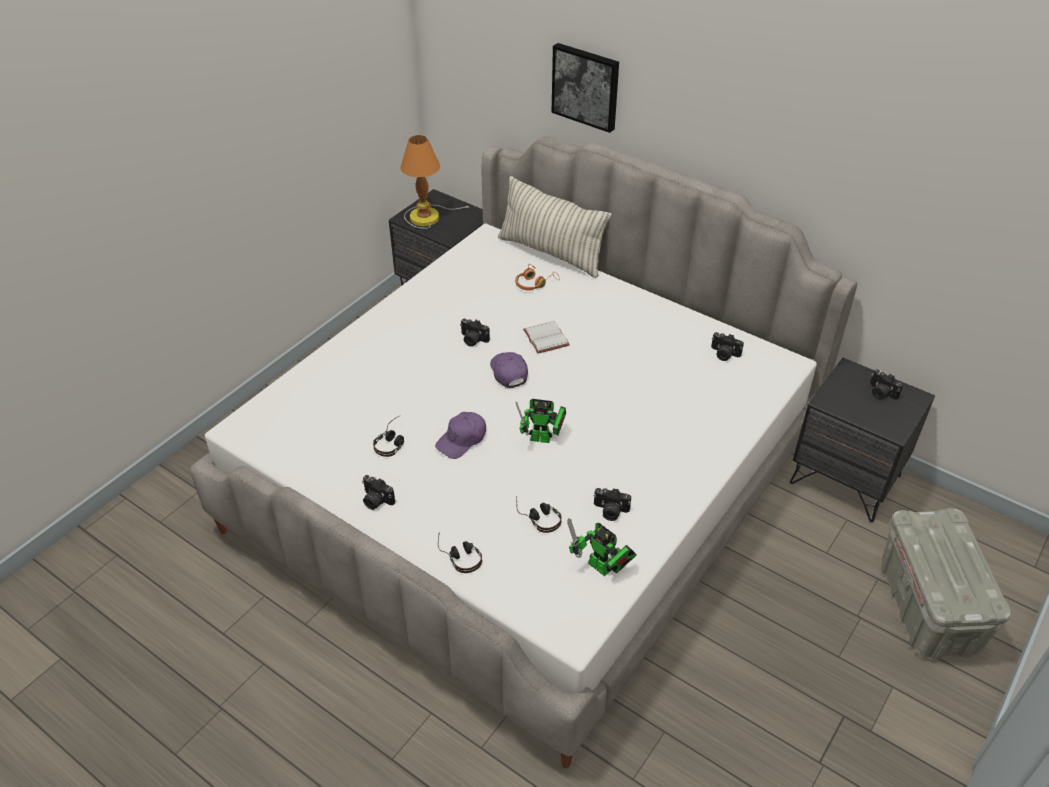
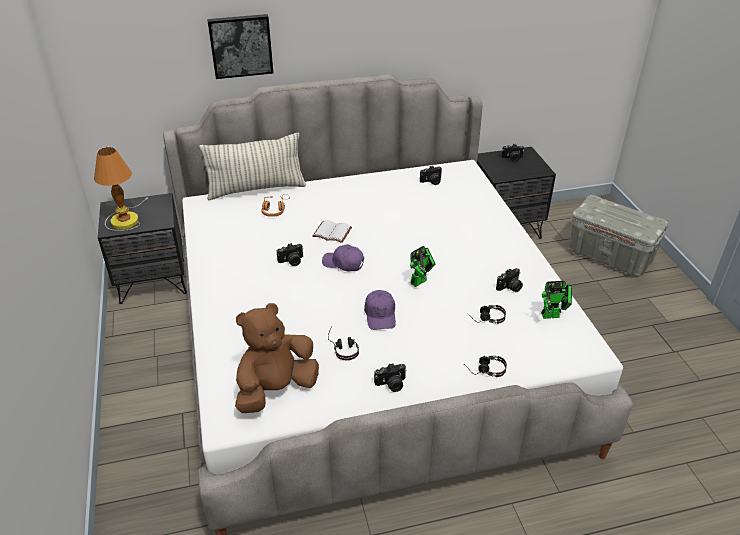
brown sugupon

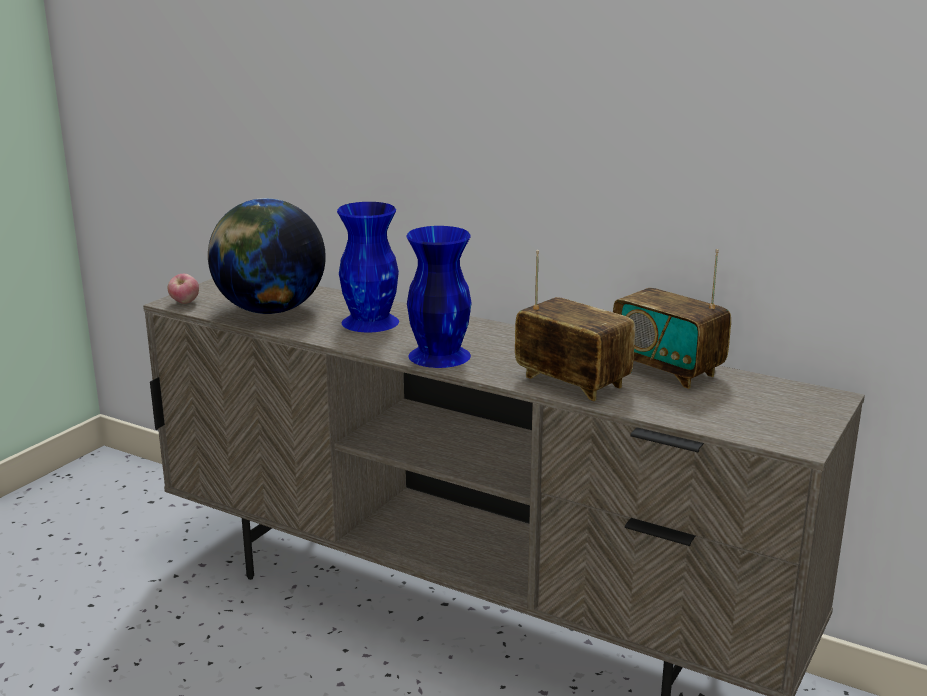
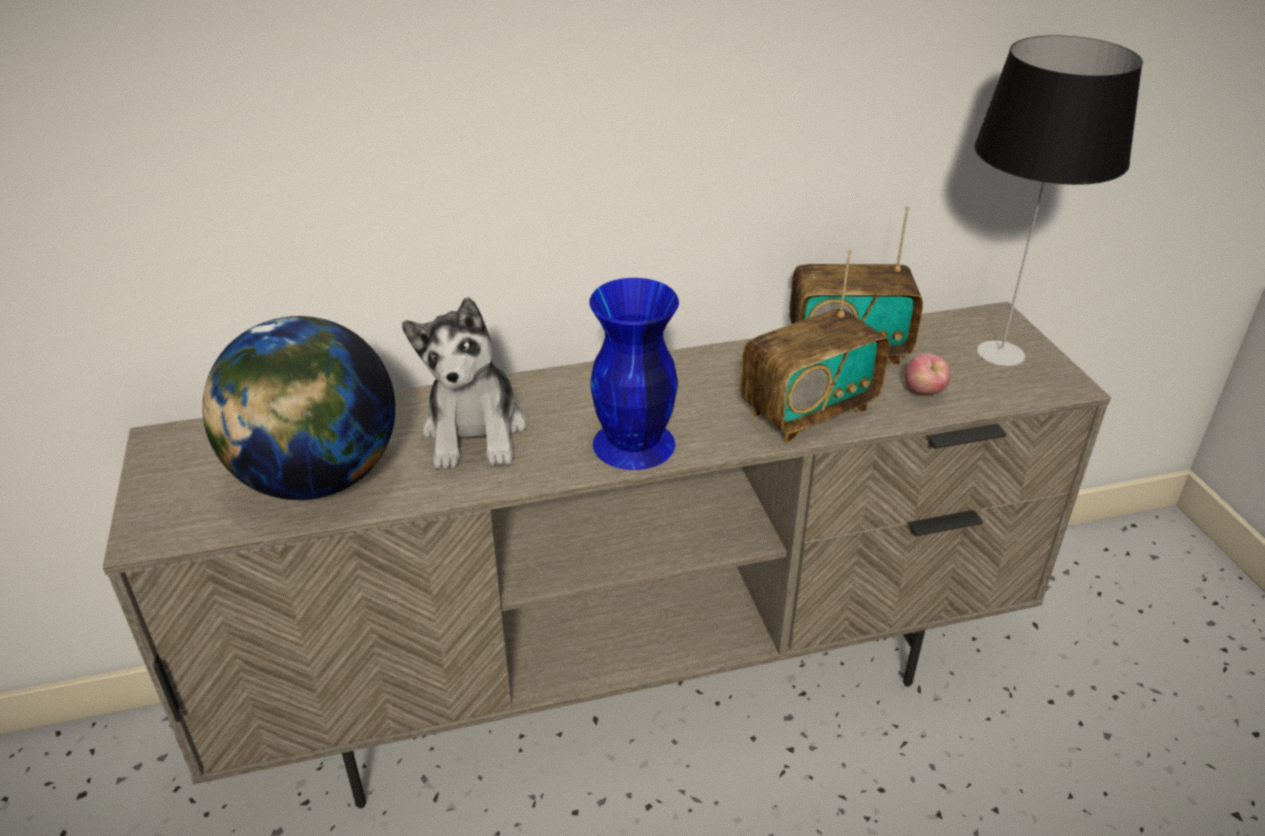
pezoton; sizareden; sugupon; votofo (no. 1 from left)

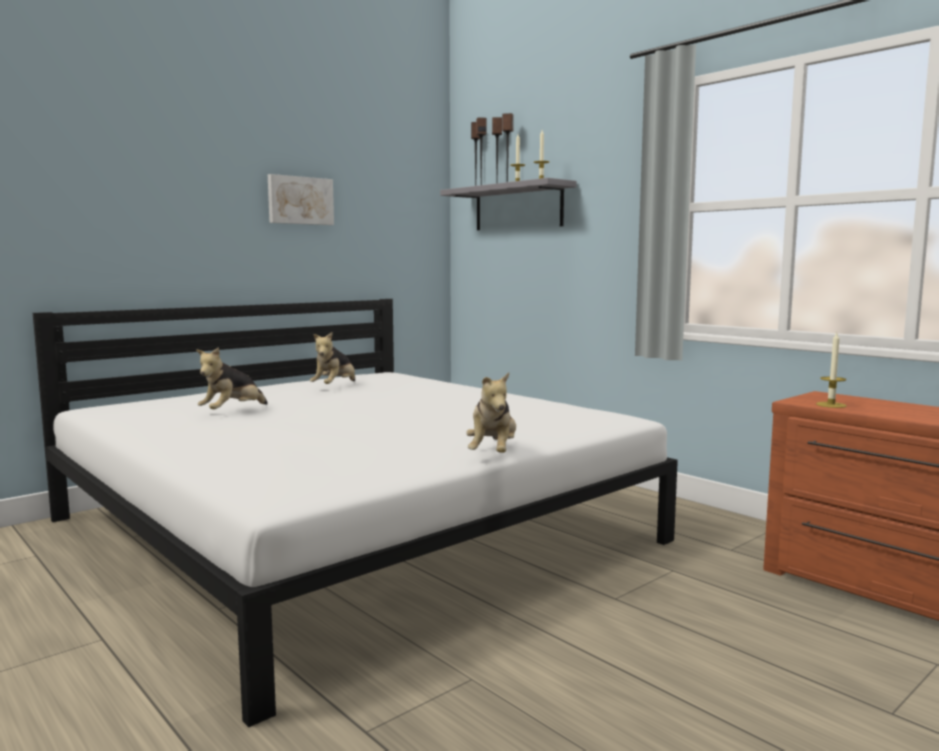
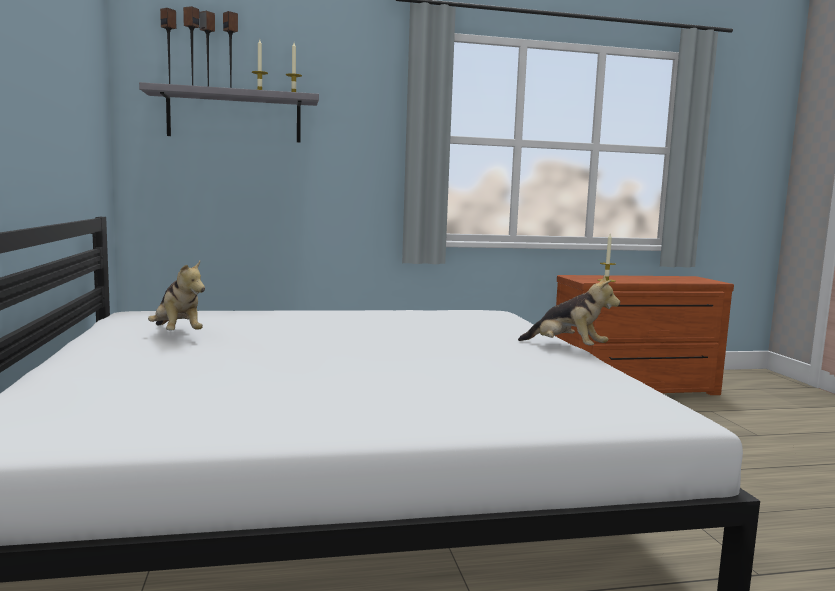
sugupon (no. 1 from left in the first image); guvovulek

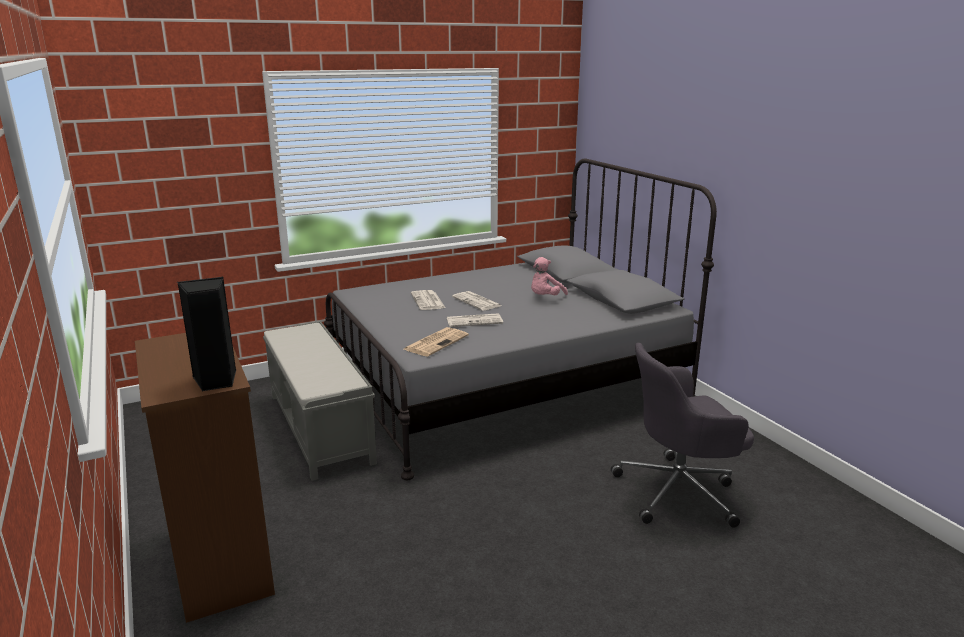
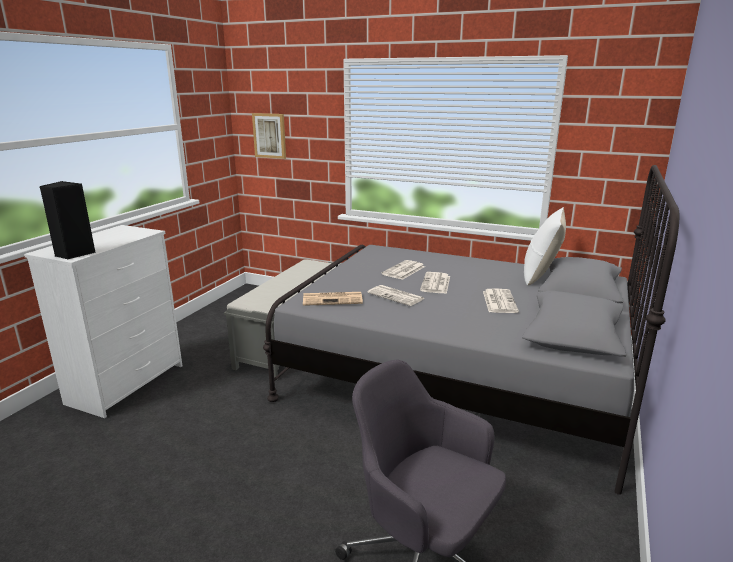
guvovulek; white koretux; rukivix (no. 5 from left); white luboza

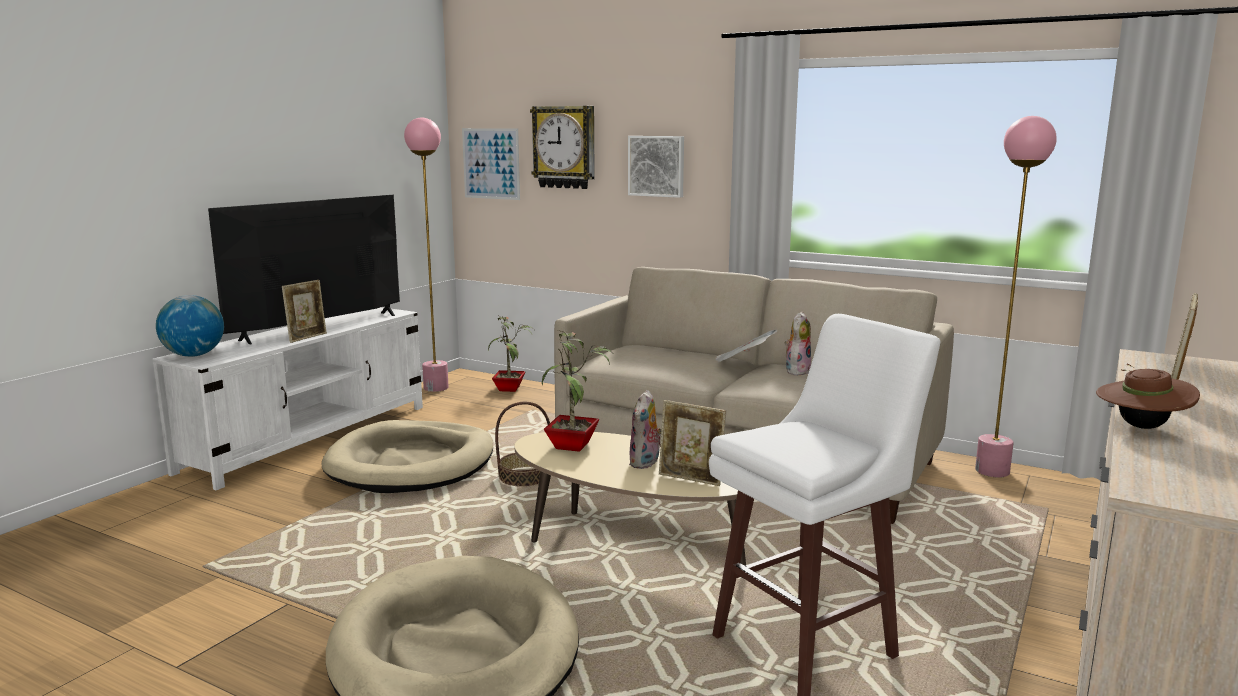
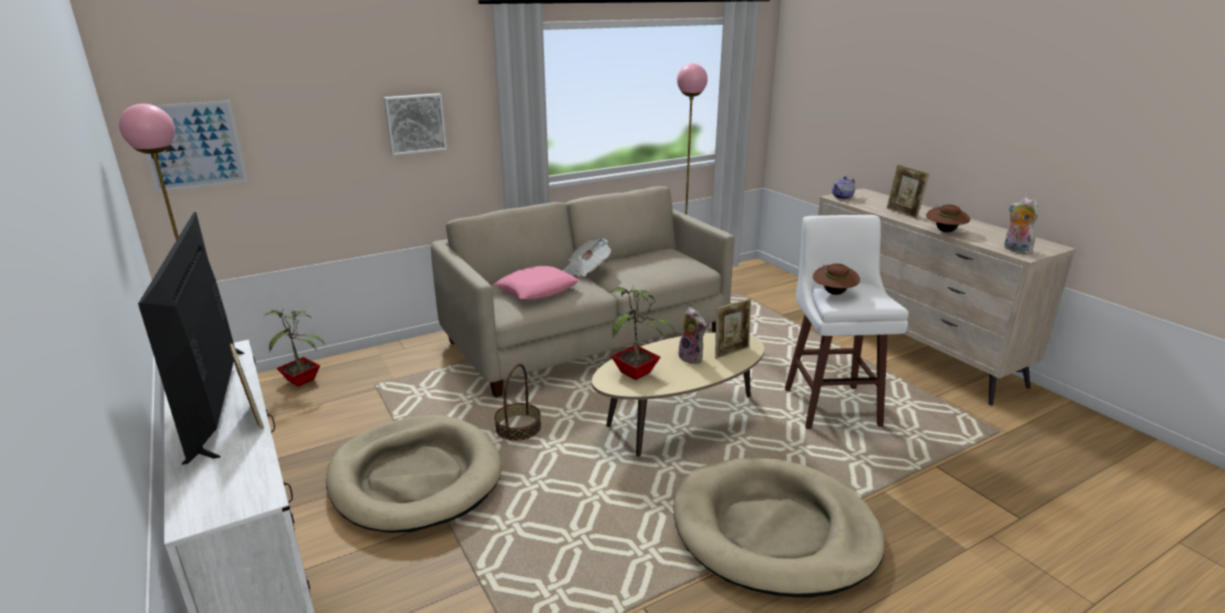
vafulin; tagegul; pink koretux; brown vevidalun (no. 1 from left); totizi; sugupon (no. 2 from left)

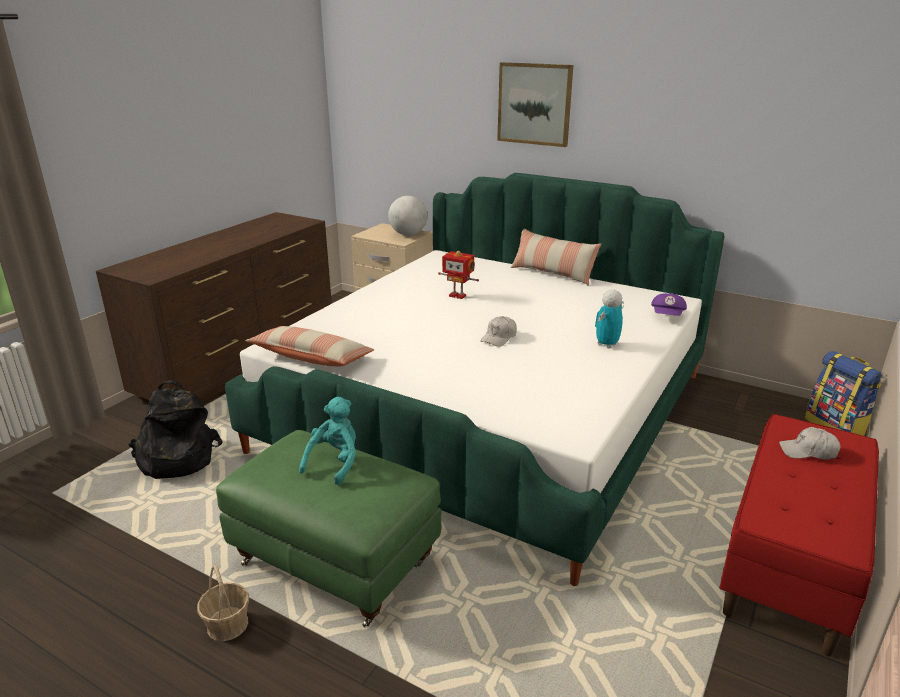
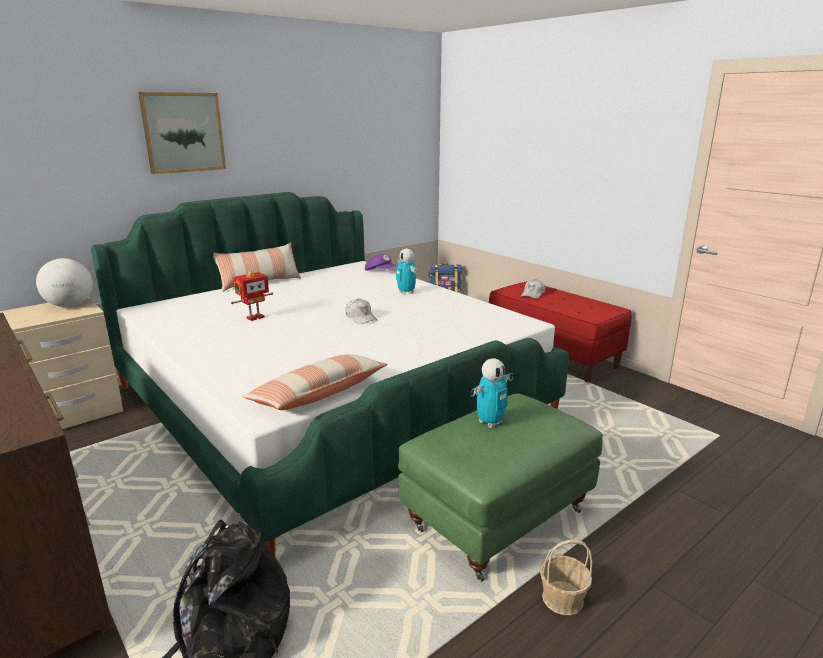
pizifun (no. 3 from left)

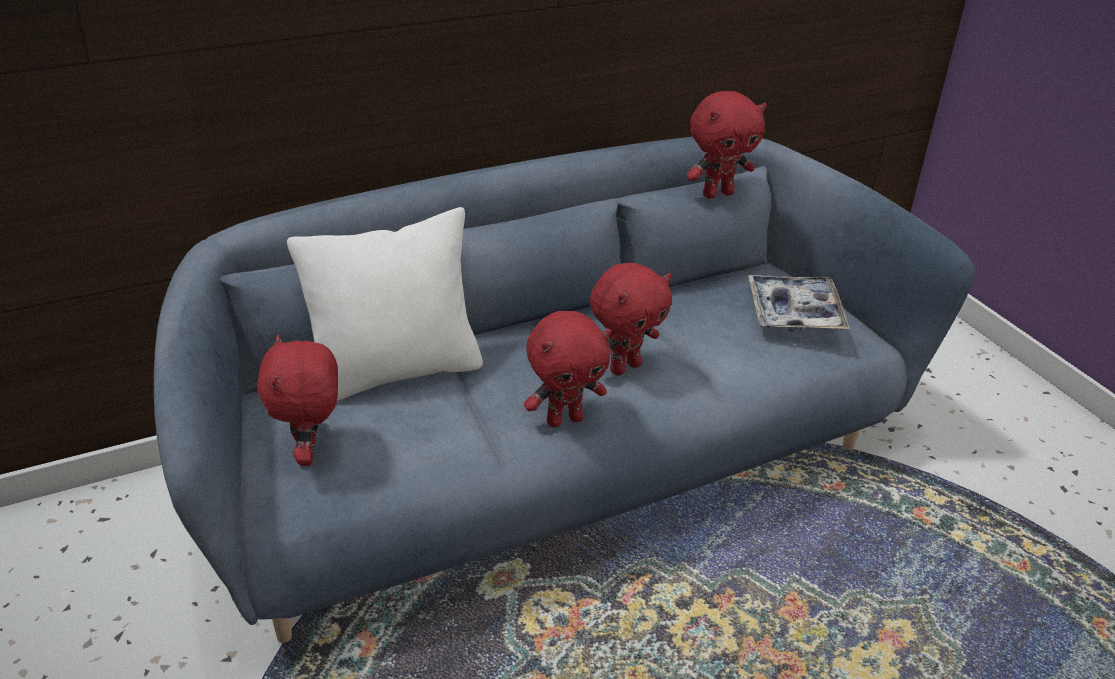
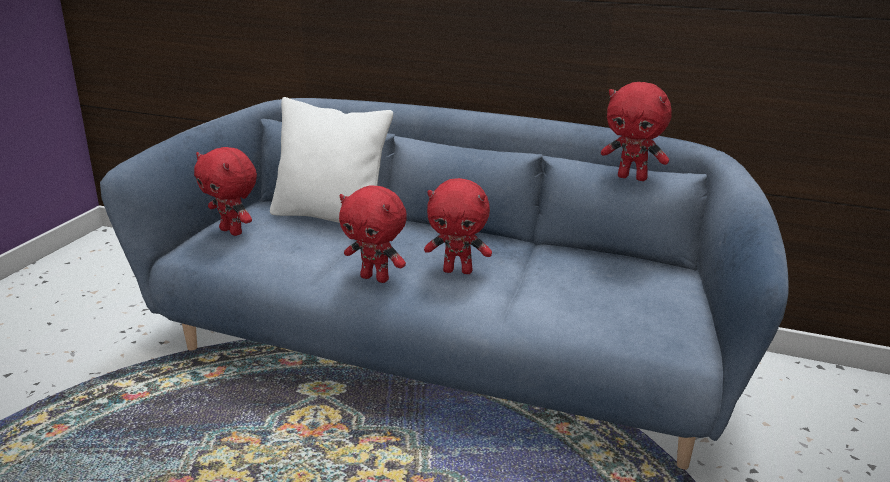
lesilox; red sugupon (no. 1 from left)

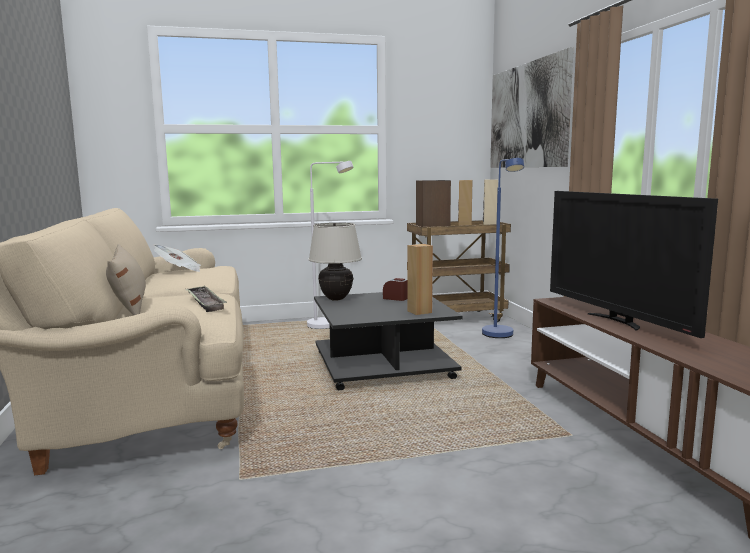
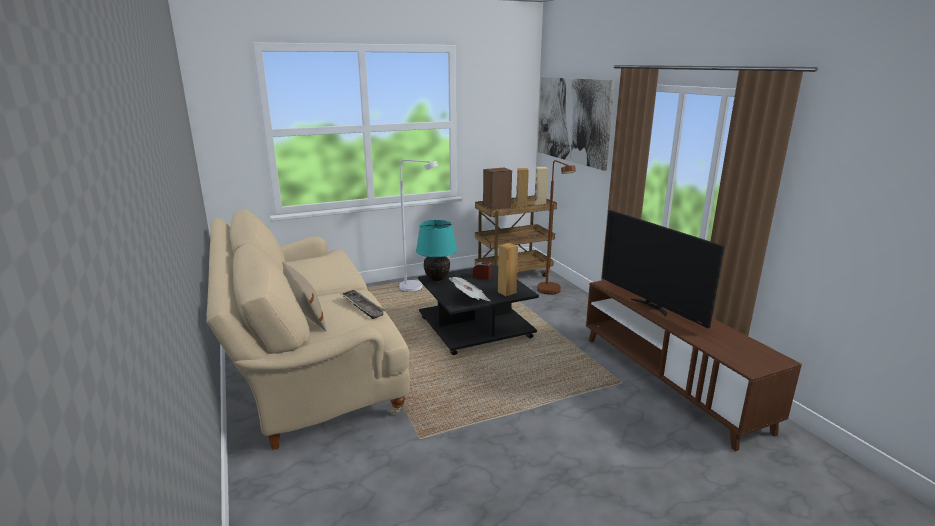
rukivix; turquoise pezoton; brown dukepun

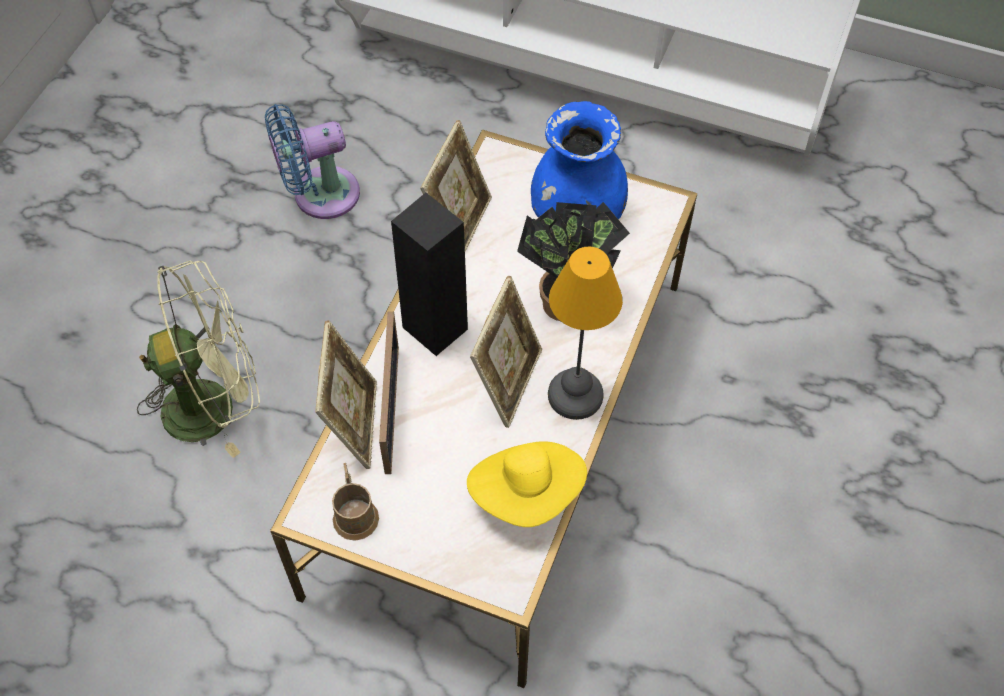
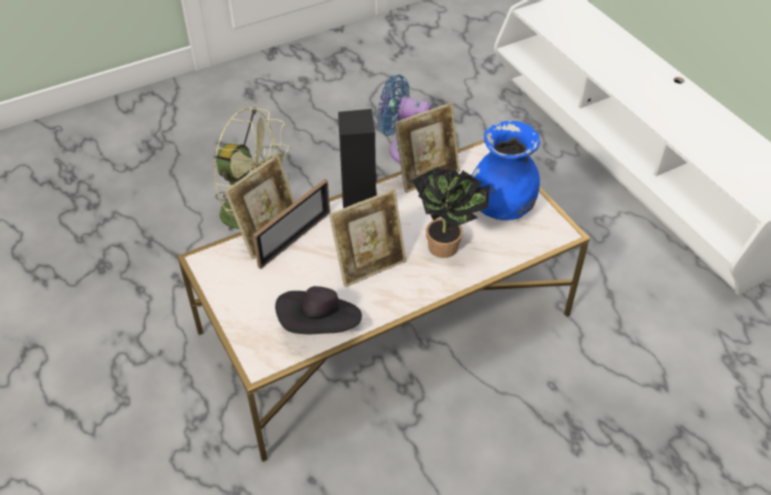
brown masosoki; pezoton; black vevidalun

